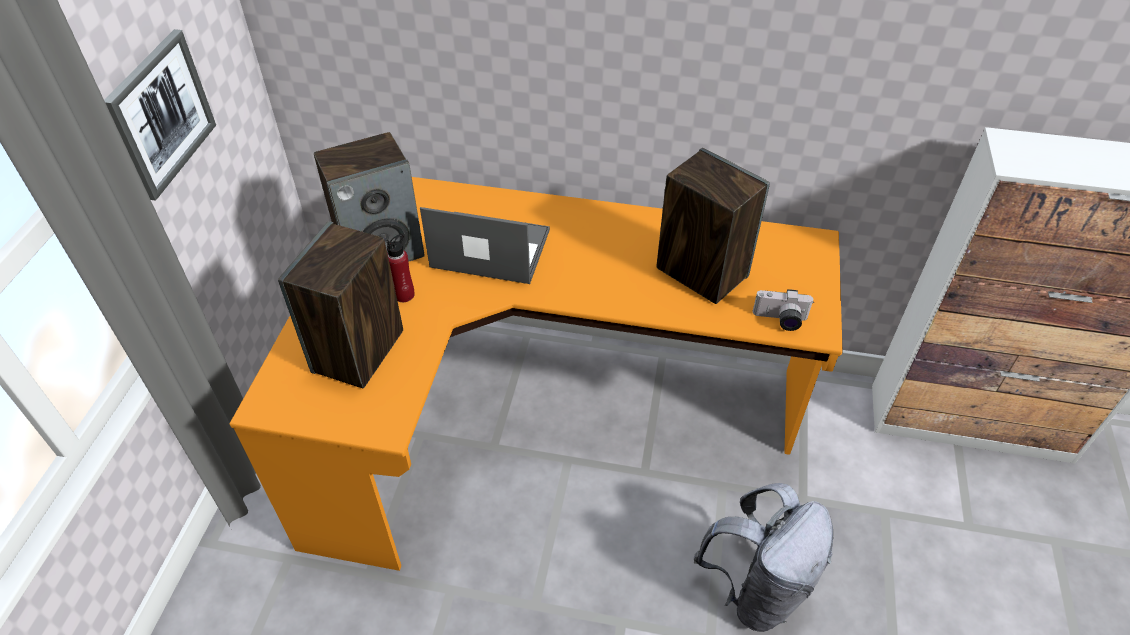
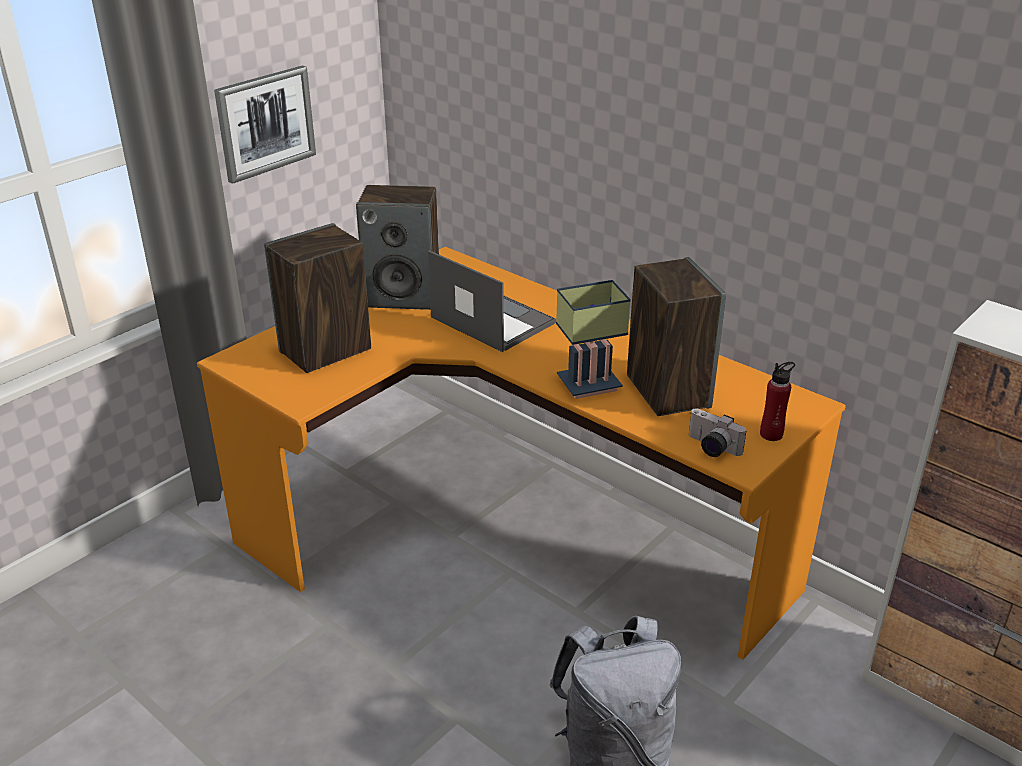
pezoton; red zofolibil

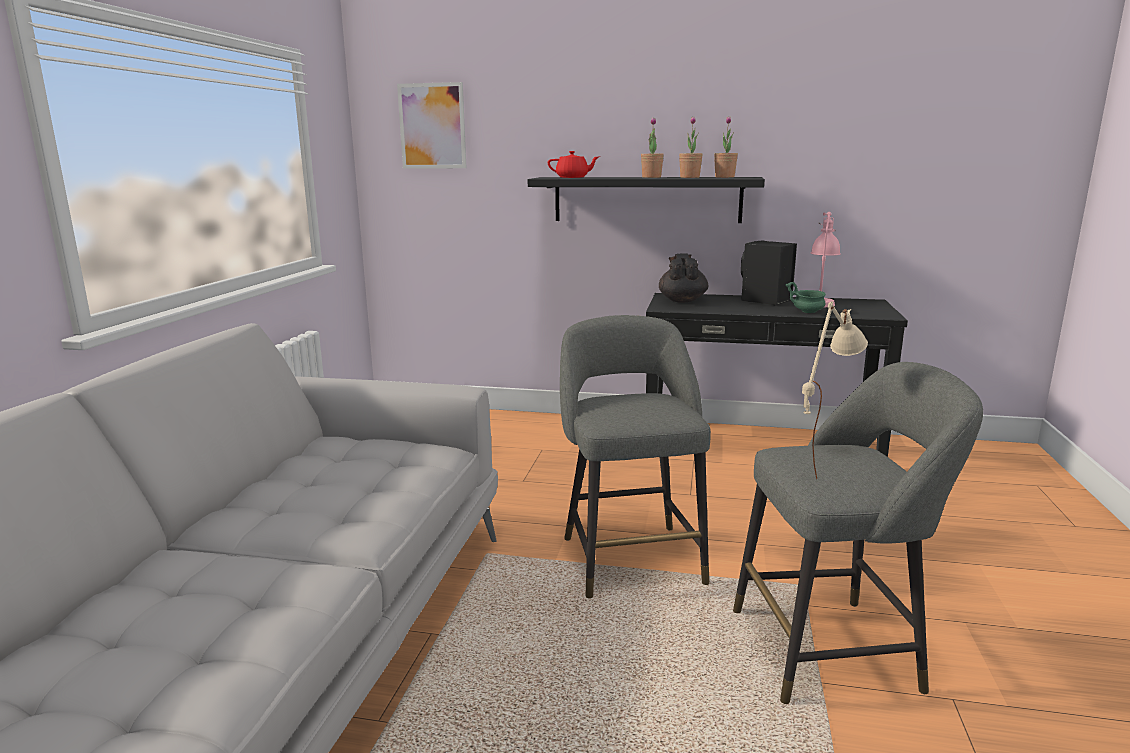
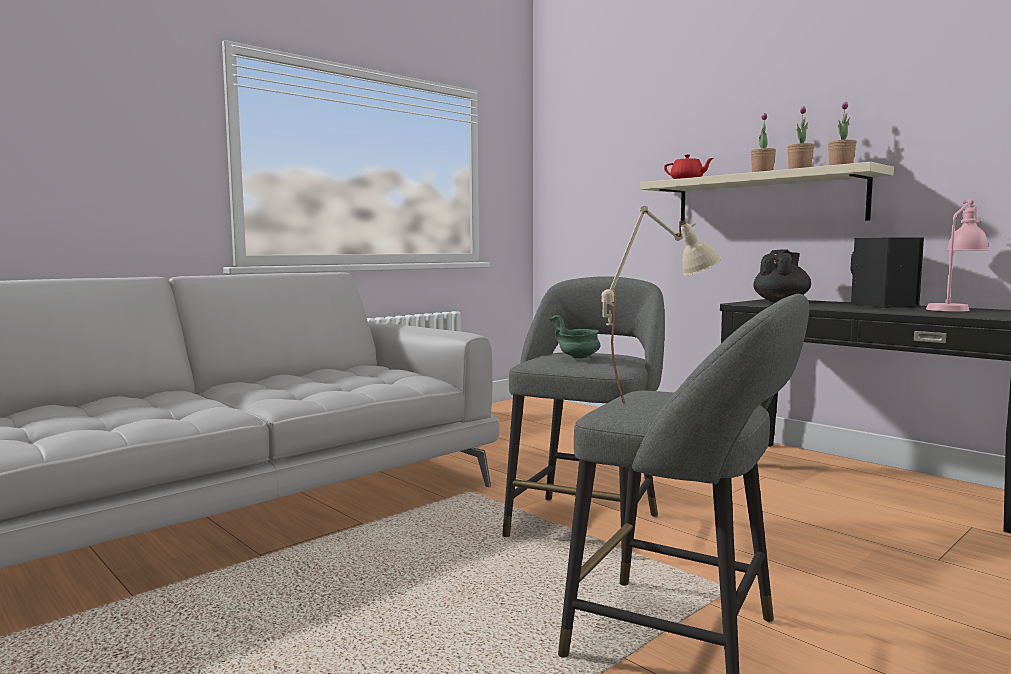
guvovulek; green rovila; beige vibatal

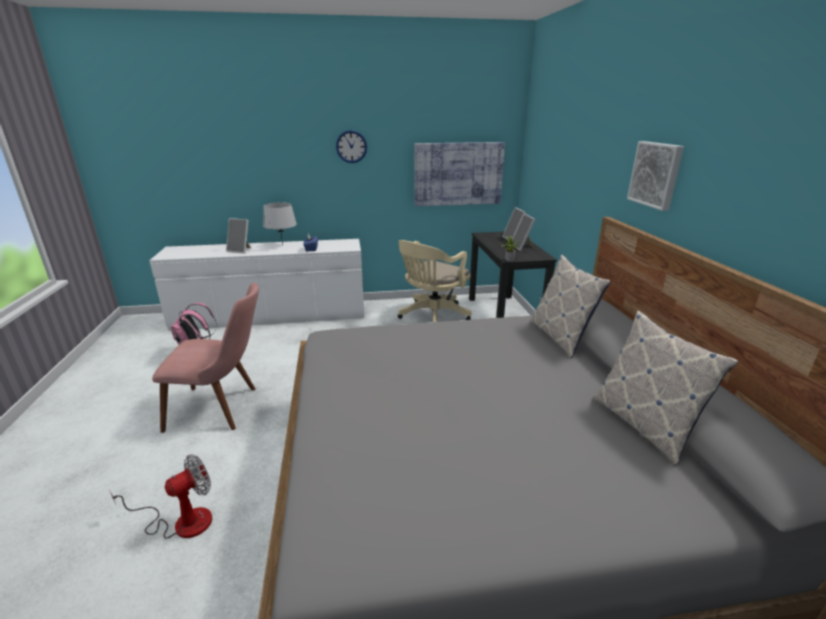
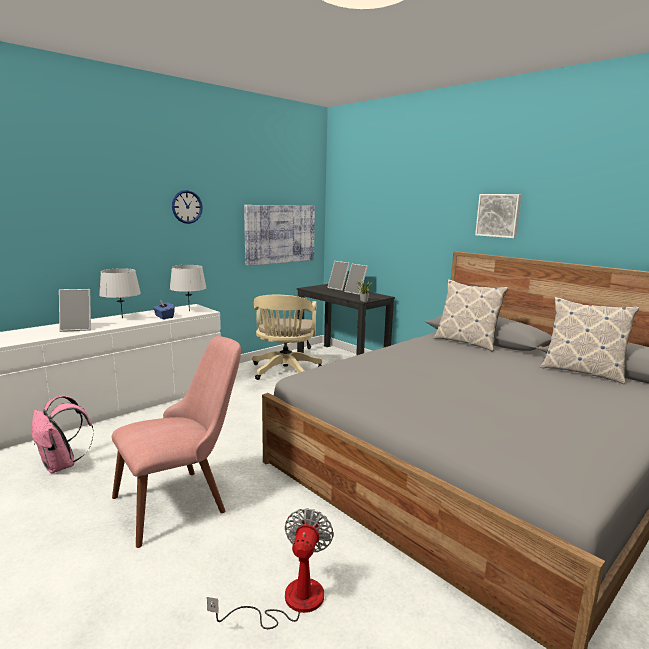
grey pezoton (no. 2 from left)

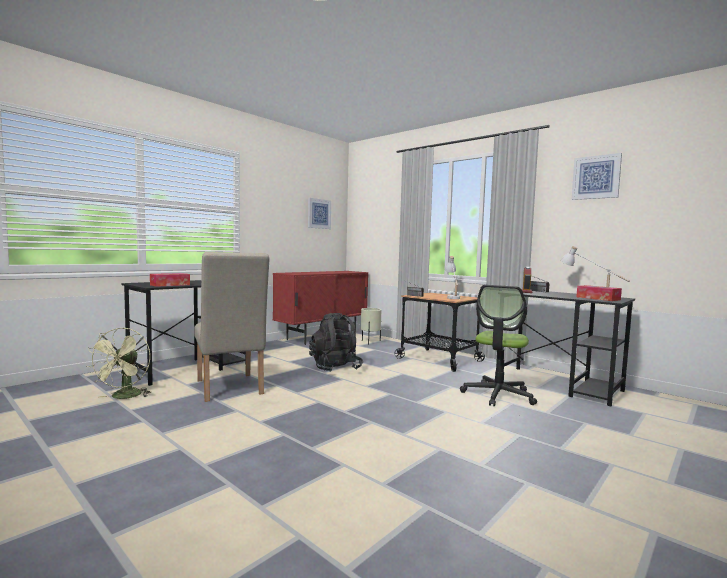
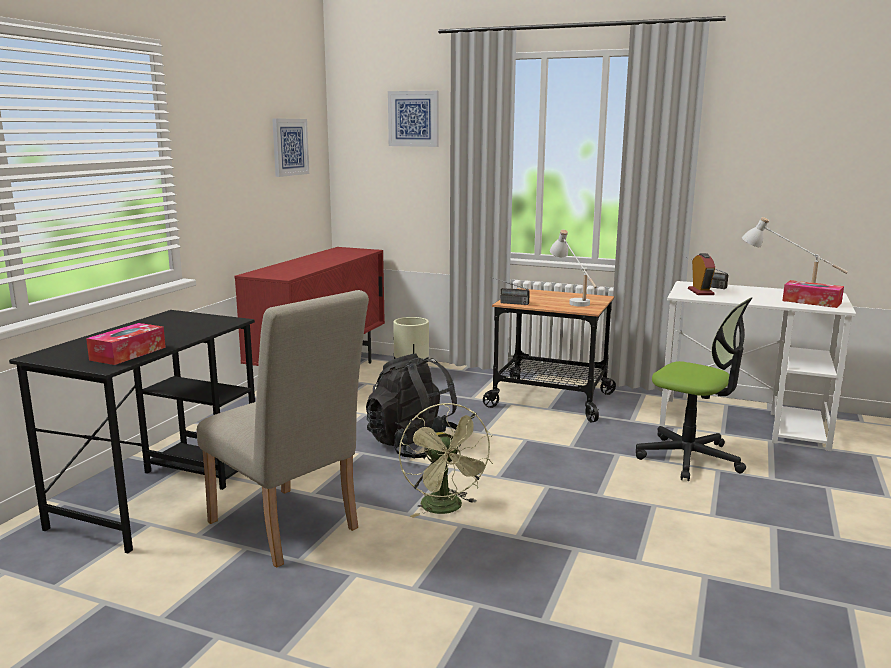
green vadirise; guvovulek (no. 2 from left); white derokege; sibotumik

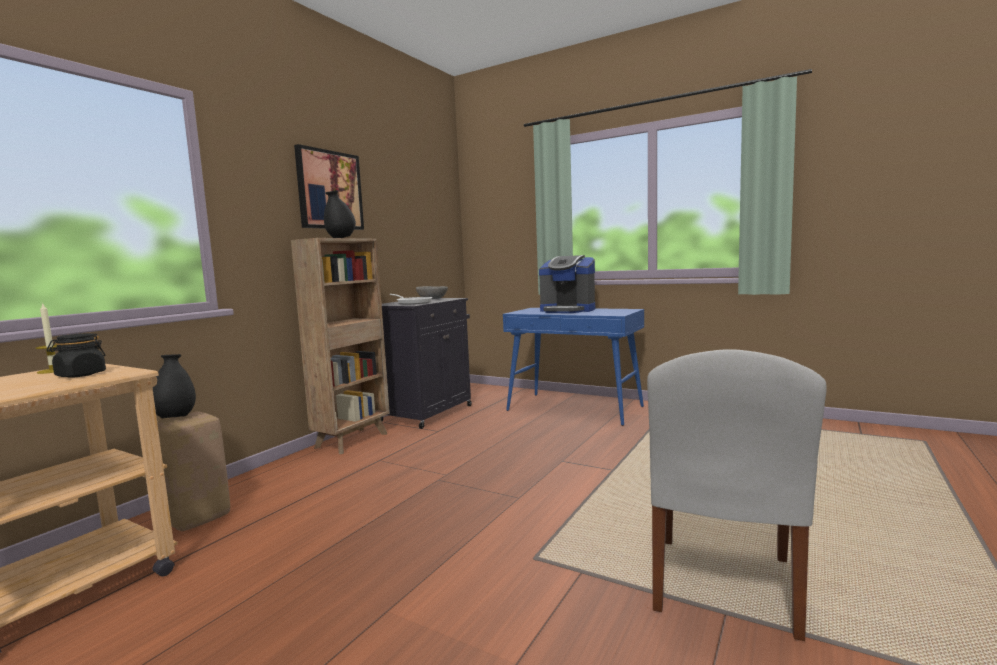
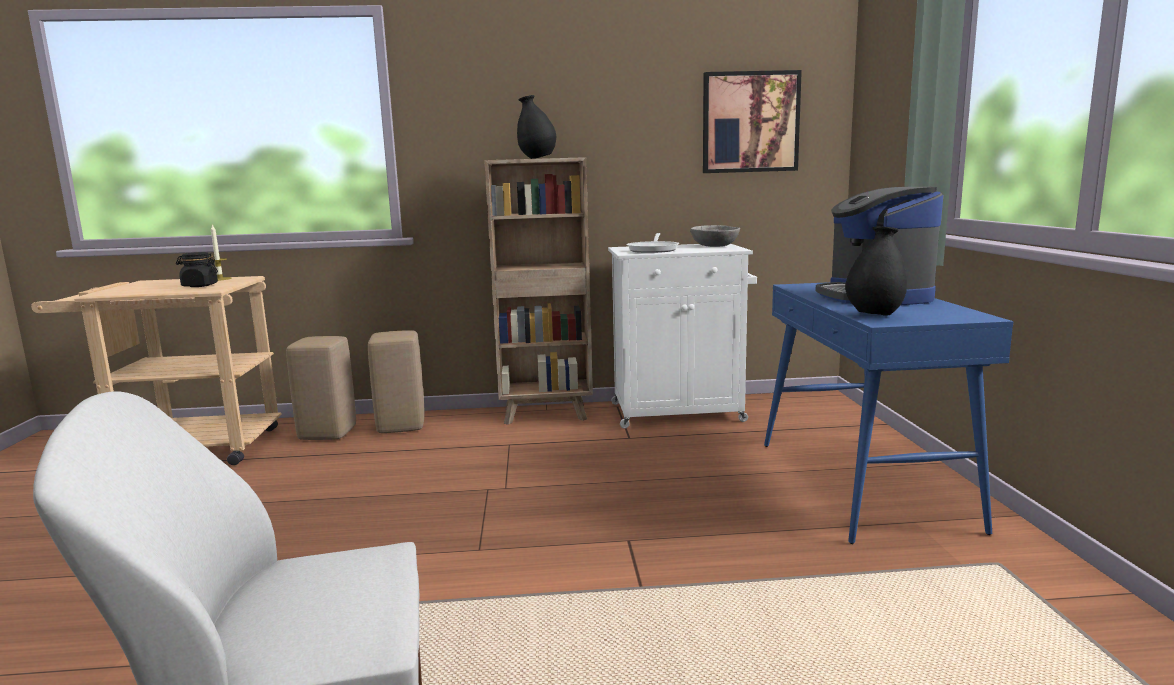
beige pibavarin (no. 2 from left); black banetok (no. 2 from left); guvovulek; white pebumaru

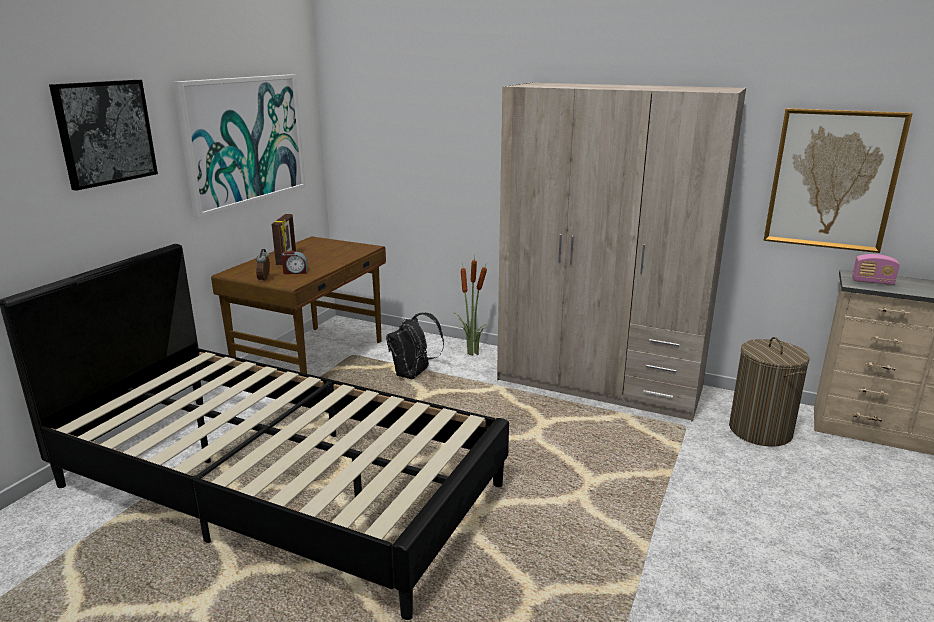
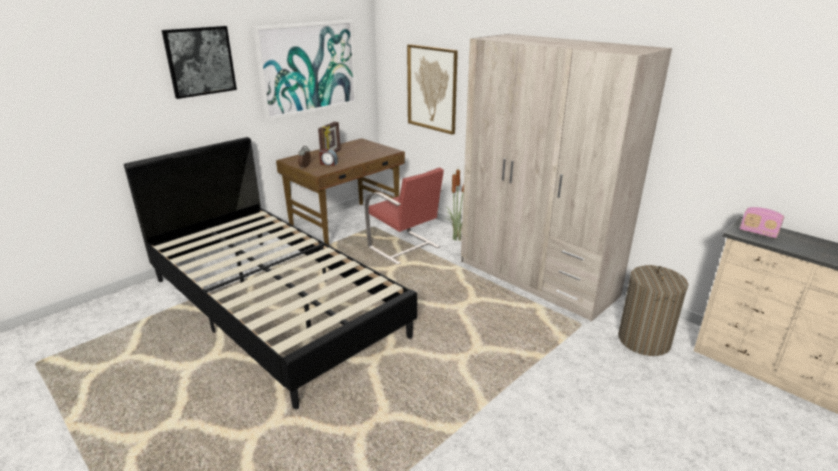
guvovulek (no. 3 from left); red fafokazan

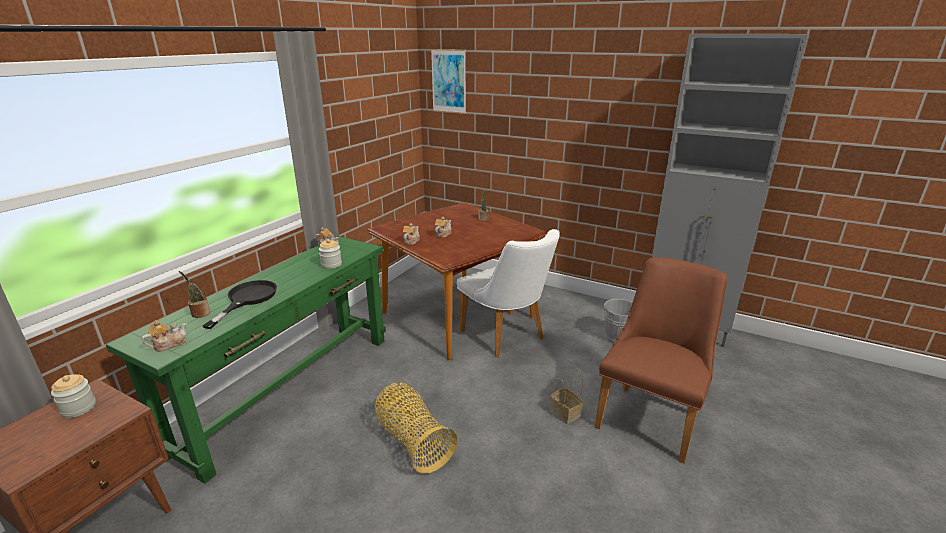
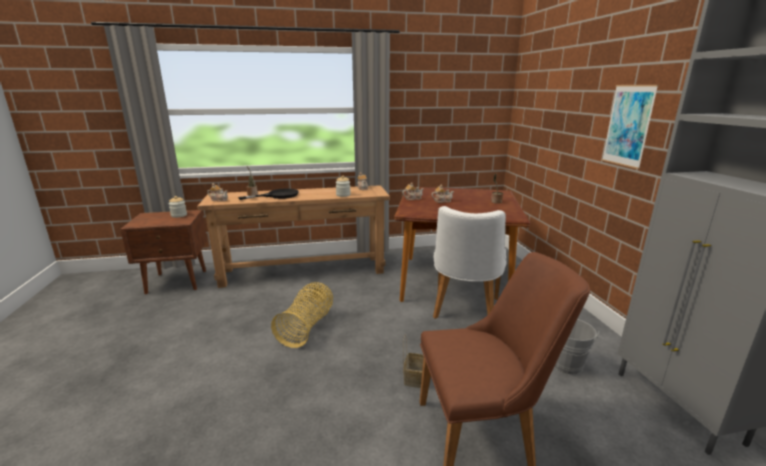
guvovulek; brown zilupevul

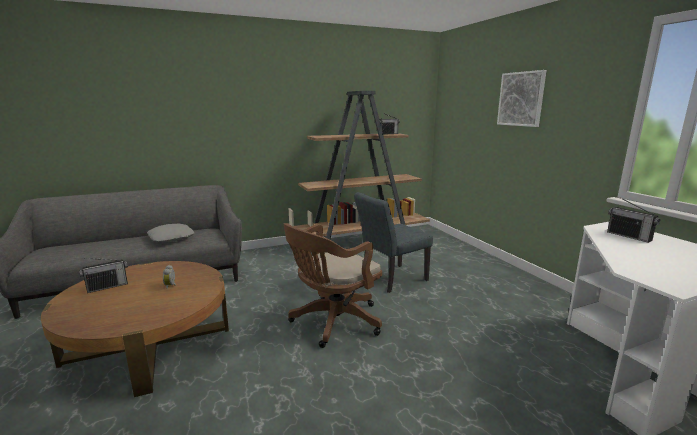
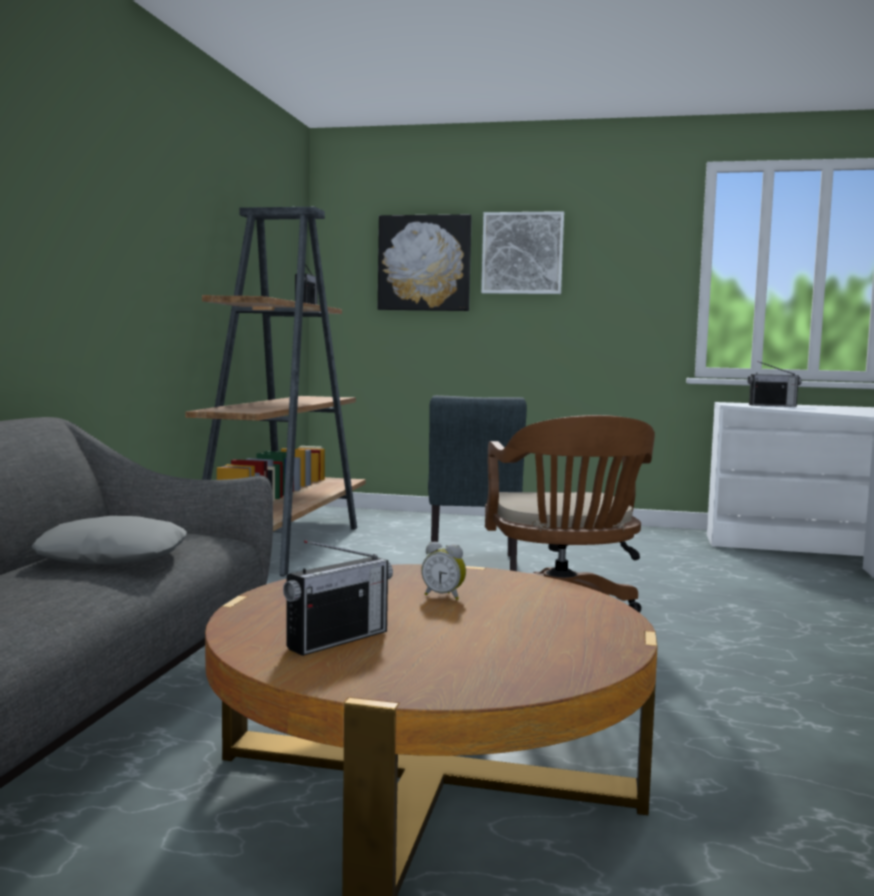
guvovulek (no. 1 from left); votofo (no. 2 from left)

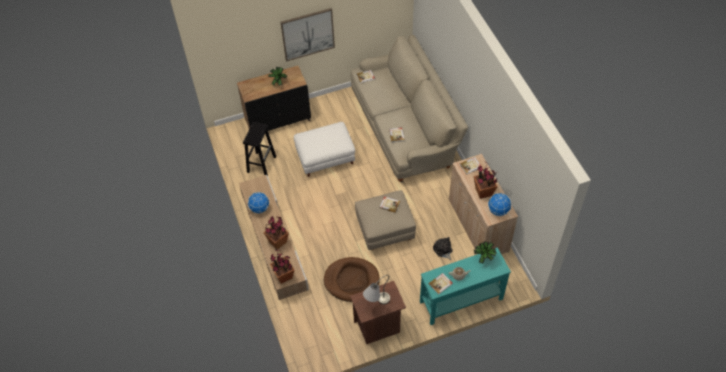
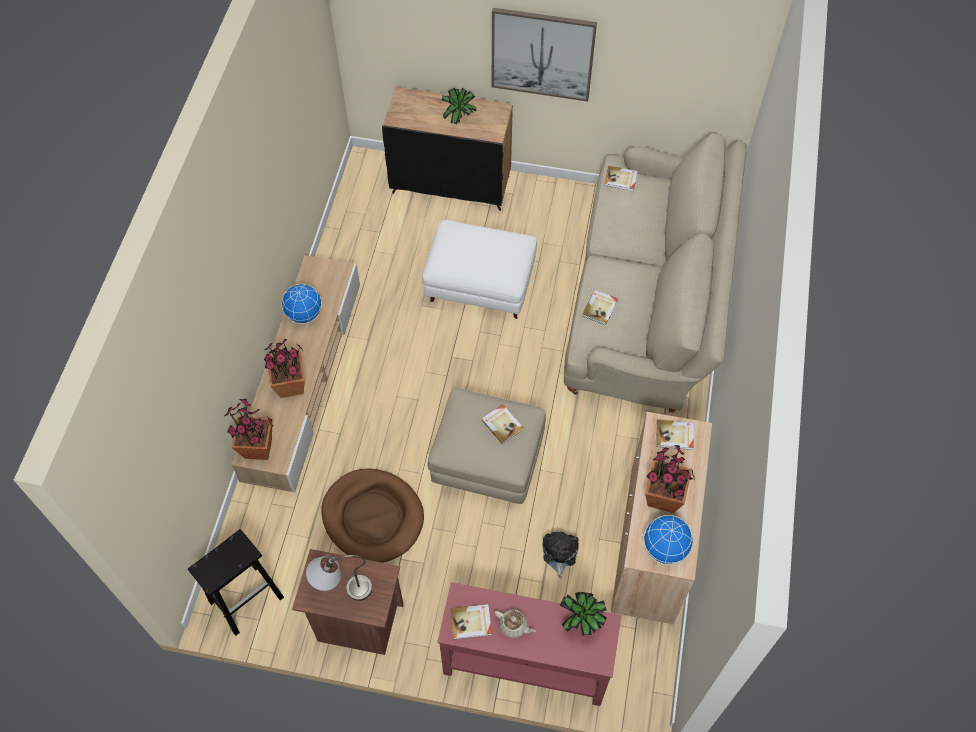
black pibavarin; red zilupevul

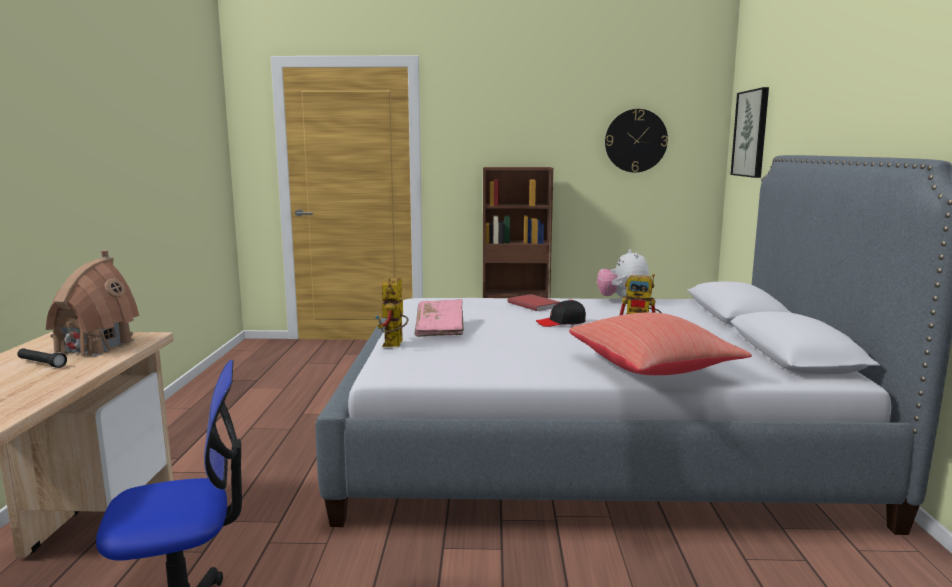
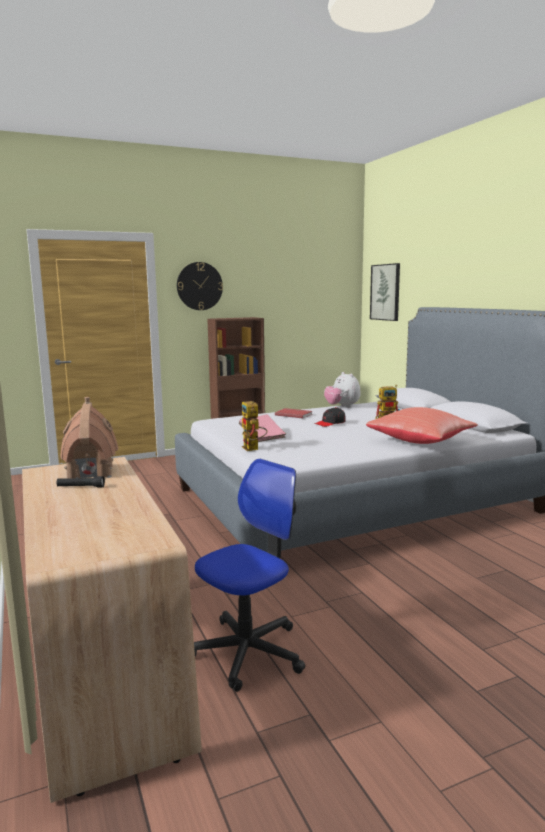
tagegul

